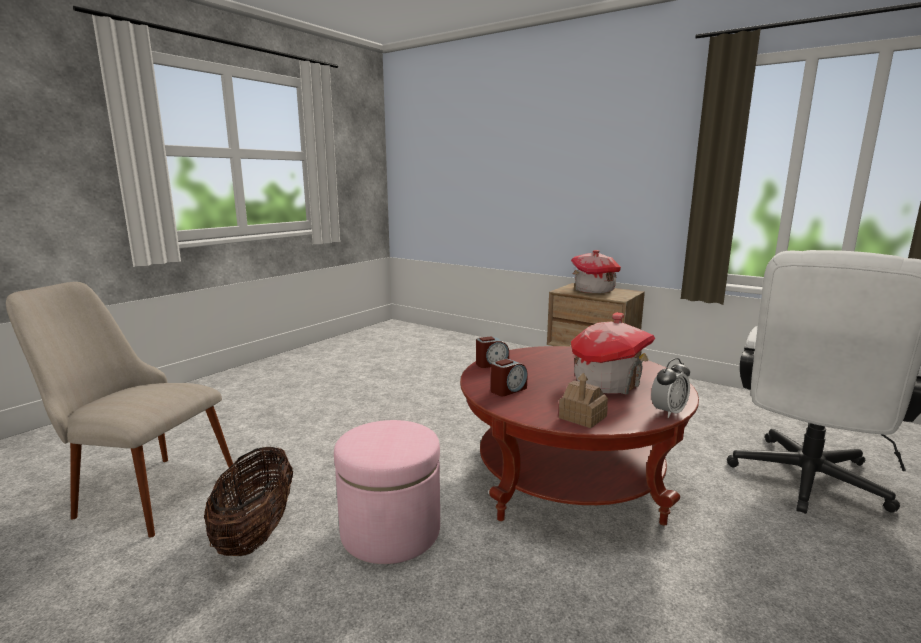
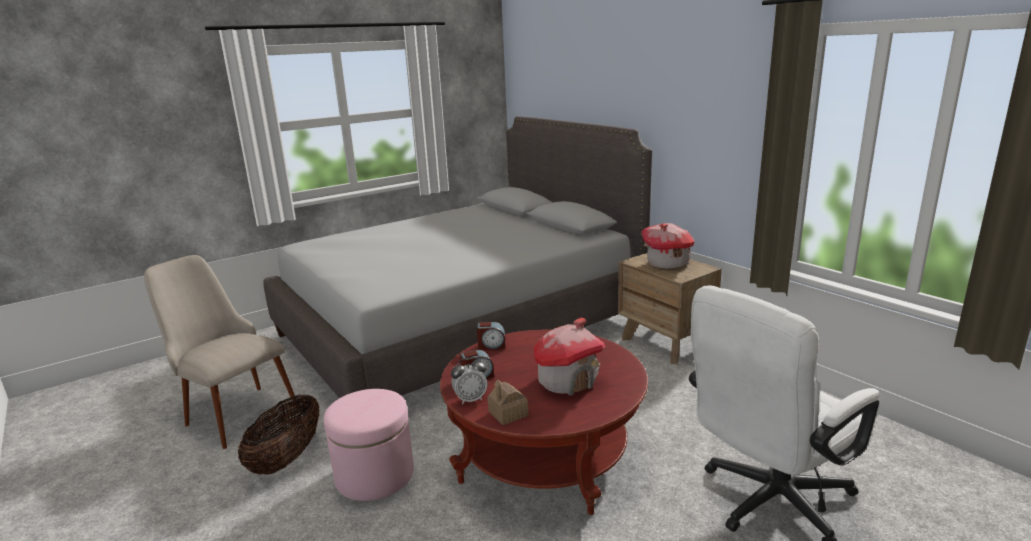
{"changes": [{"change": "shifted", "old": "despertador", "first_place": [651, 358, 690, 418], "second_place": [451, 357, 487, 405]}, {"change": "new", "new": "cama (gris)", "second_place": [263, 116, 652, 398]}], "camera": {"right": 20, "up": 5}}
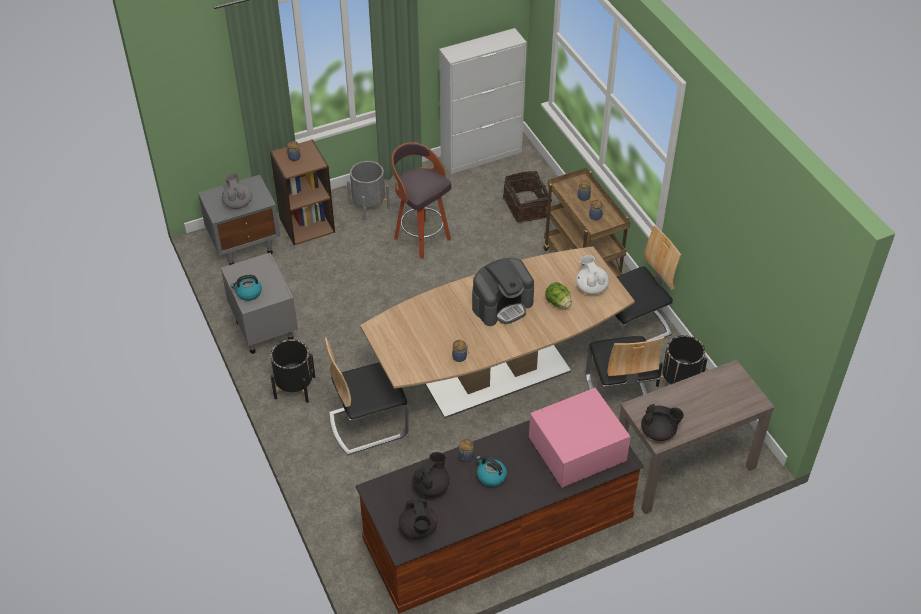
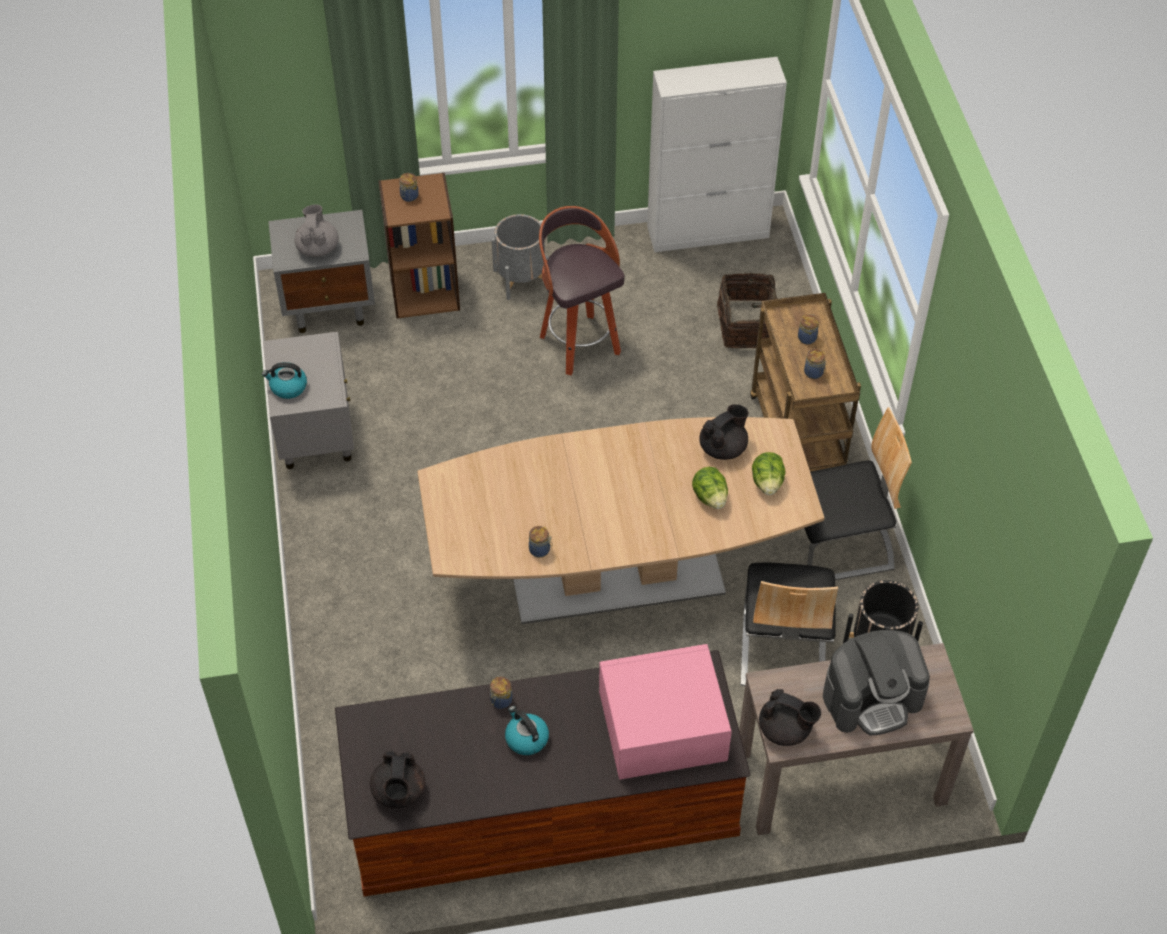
{"changes": [{"change": "swapped", "old": "tetera (blanco)", "new": "lechuga", "first_place": [576, 255, 609, 294], "second_place": [752, 452, 786, 495]}, {"change": "shifted", "old": "cafetera", "first_place": [472, 258, 534, 326], "second_place": [823, 630, 930, 735]}, {"change": "gone", "old": "silla", "first_place": [325, 337, 408, 456]}, {"change": "gone", "old": "maceta (negro)", "first_place": [270, 339, 315, 403]}, {"change": "shifted", "old": "tetera (negro)", "first_place": [412, 452, 450, 497], "second_place": [699, 404, 749, 460]}], "camera": {"right": 15, "up": 5}}
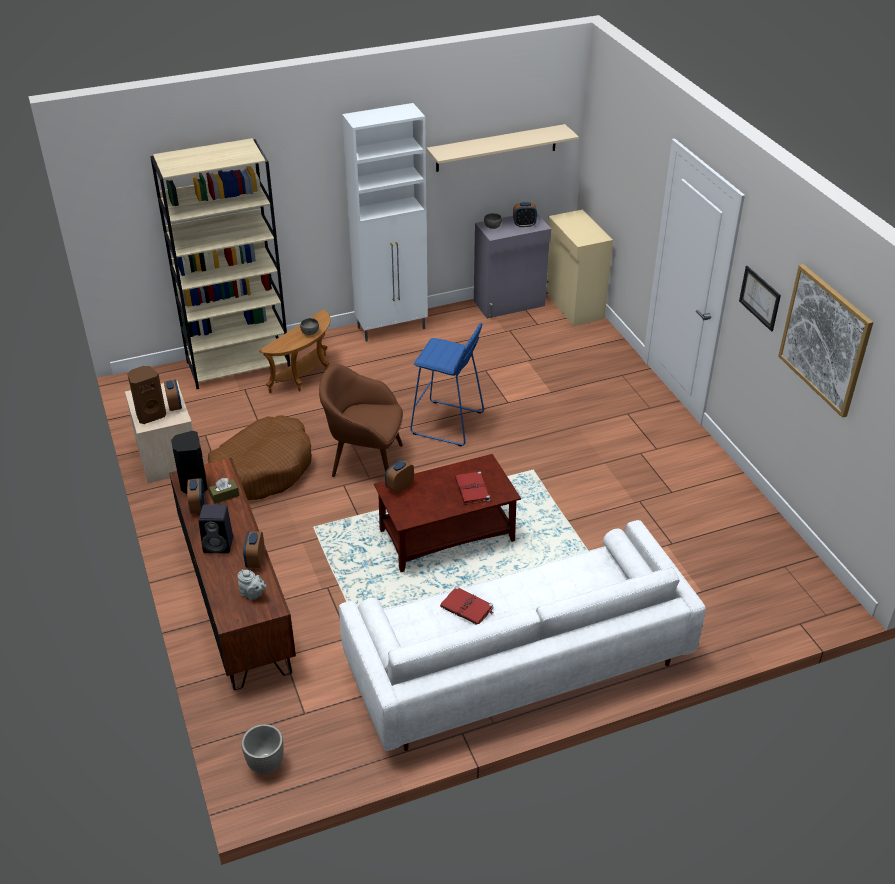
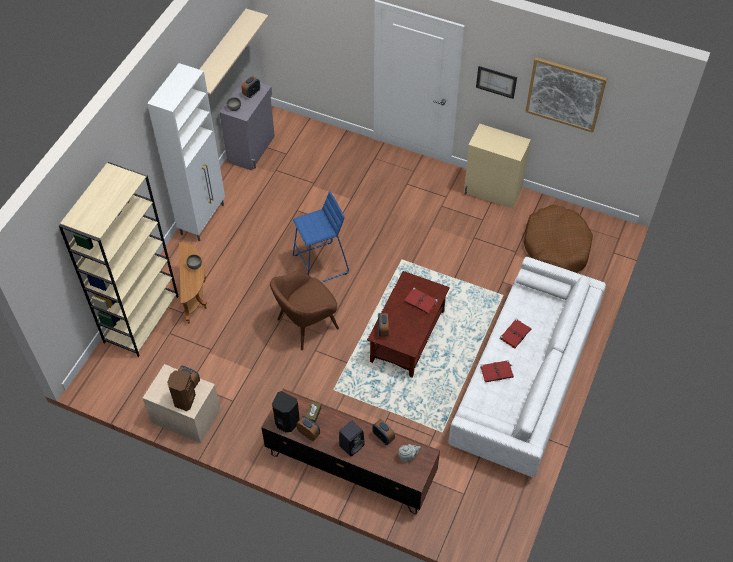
{"changes": [{"change": "shifted", "old": "armario (beis)", "first_place": [546, 210, 613, 326], "second_place": [464, 123, 531, 209]}, {"change": "shifted", "old": "cama para perro (marrón)", "first_place": [208, 415, 312, 500], "second_place": [524, 204, 593, 273]}, {"change": "gone", "old": "maceta", "first_place": [241, 724, 284, 774]}, {"change": "new", "new": "libro (rojo)", "second_place": [499, 319, 531, 348]}], "camera": {"right": -45, "up": 15}}
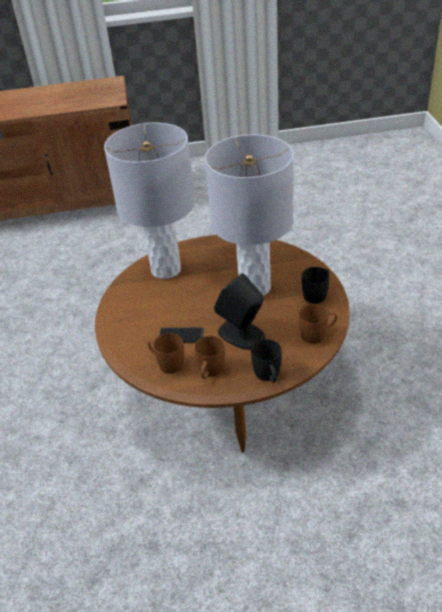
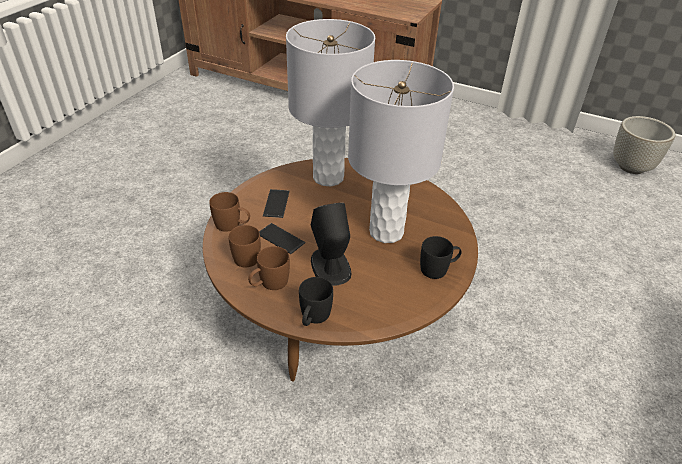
{"changes": [{"change": "shifted", "old": "taza grande (marrón)", "first_place": [299, 304, 337, 344], "second_place": [209, 192, 250, 232]}, {"change": "new", "new": "maceta (gris)", "second_place": [613, 116, 675, 174]}, {"change": "new", "new": "móvil", "second_place": [263, 189, 289, 218]}], "camera": {"right": 30, "up": 0}}
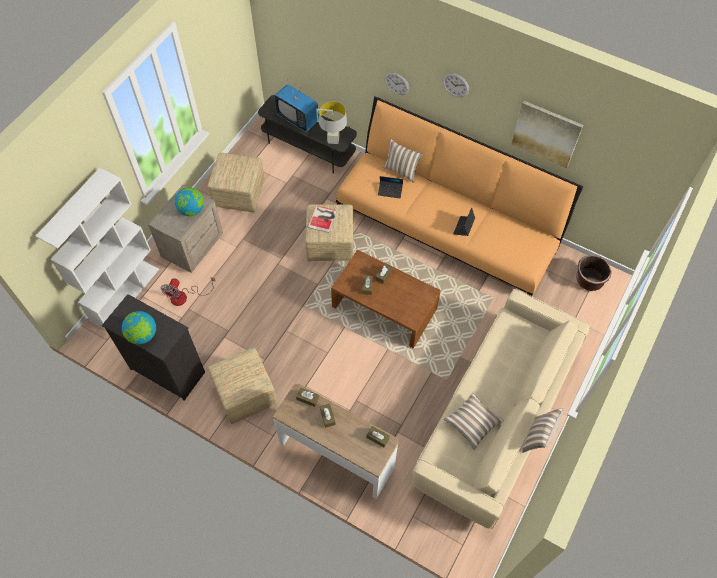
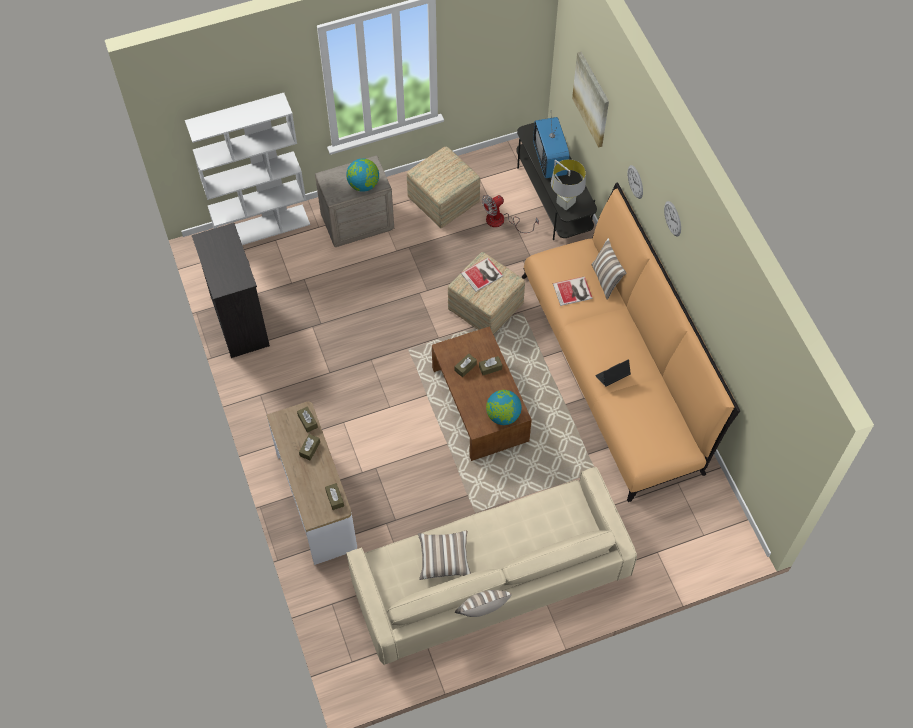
{"changes": [{"change": "shifted", "old": "cuadro", "first_place": [511, 101, 583, 168], "second_place": [572, 52, 609, 148]}, {"change": "swapped", "old": "portátil", "new": "libro", "first_place": [378, 176, 403, 198], "second_place": [553, 276, 593, 306]}, {"change": "gone", "old": "maceta (marrón)", "first_place": [576, 255, 612, 291]}, {"change": "shifted", "old": "ventilador", "first_place": [161, 277, 215, 306], "second_place": [482, 195, 539, 233]}, {"change": "shifted", "old": "globo terráqueo", "first_place": [122, 311, 156, 344], "second_place": [486, 390, 522, 425]}, {"change": "gone", "old": "puf", "first_place": [208, 348, 277, 424]}], "camera": {"right": 40, "up": 0}}
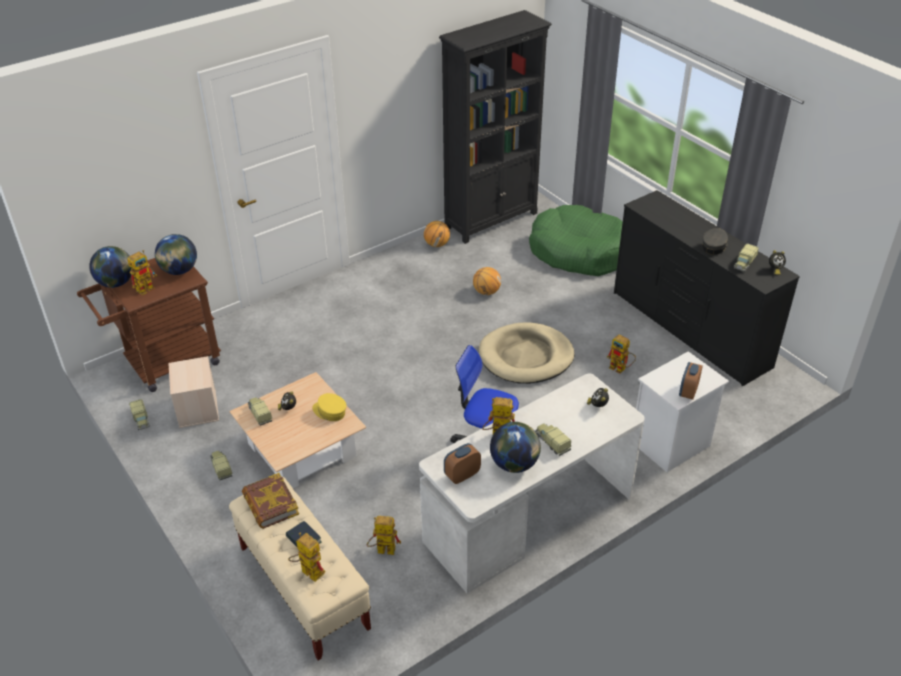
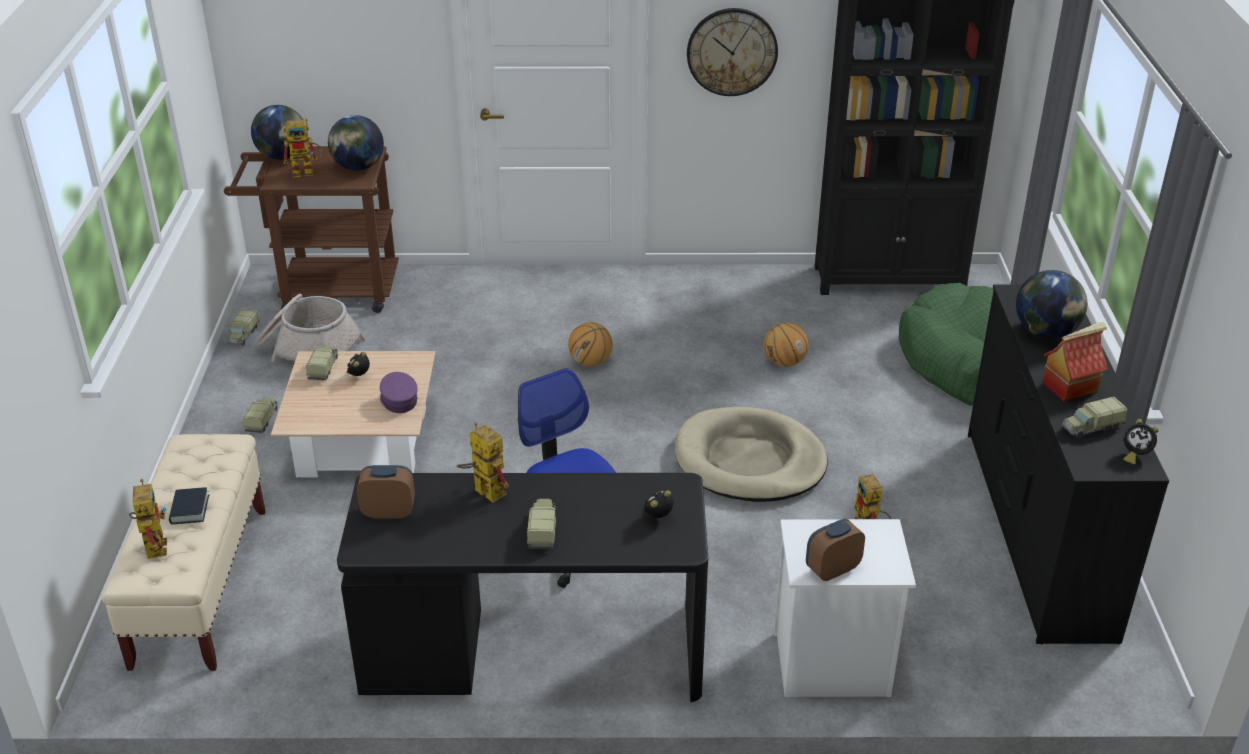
{"changes": [{"change": "shifted", "old": "balón de baloncesto", "first_place": [424, 221, 450, 247], "second_place": [568, 322, 613, 366]}, {"change": "swapped", "old": "gorra (gris)", "new": "casita", "first_place": [702, 228, 728, 255], "second_place": [1043, 322, 1108, 402]}, {"change": "swapped", "old": "caja de almacenaje (beis)", "new": "cesta", "first_place": [168, 356, 219, 428], "second_place": [255, 294, 366, 362]}, {"change": "repainted", "old": "escritorio (blanco)", "new": "escritorio (negro)", "first_place": [419, 374, 645, 594], "second_place": [337, 473, 708, 702]}, {"change": "repainted", "old": "gorra (amarillo)", "new": "gorra (morado)", "first_place": [312, 393, 346, 421], "second_place": [380, 372, 418, 413]}, {"change": "shifted", "old": "globo terráqueo", "first_place": [490, 422, 541, 473], "second_place": [1016, 270, 1087, 338]}, {"change": "gone", "old": "libro", "first_place": [242, 473, 299, 529]}, {"change": "gone", "old": "robot de juguete", "first_place": [367, 516, 401, 555]}, {"change": "new", "new": "reloj de pared", "second_place": [687, 8, 778, 96]}], "camera": {"right": 35, "up": -5}}
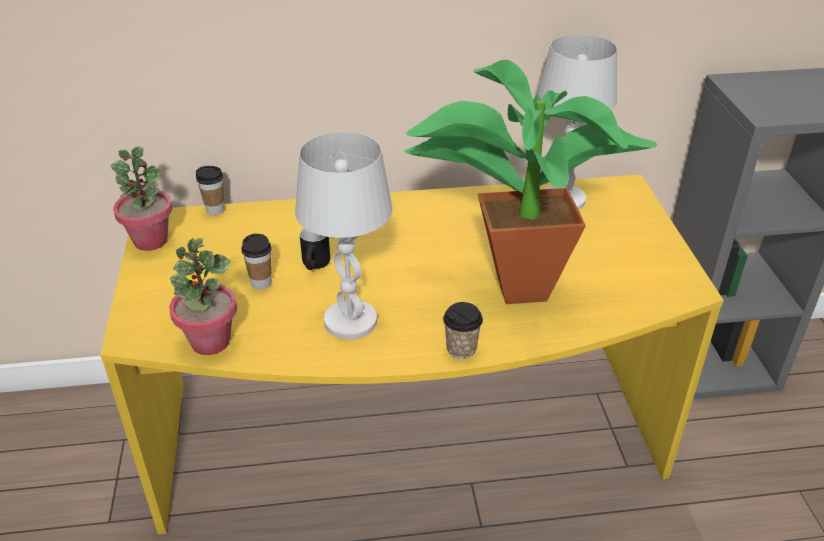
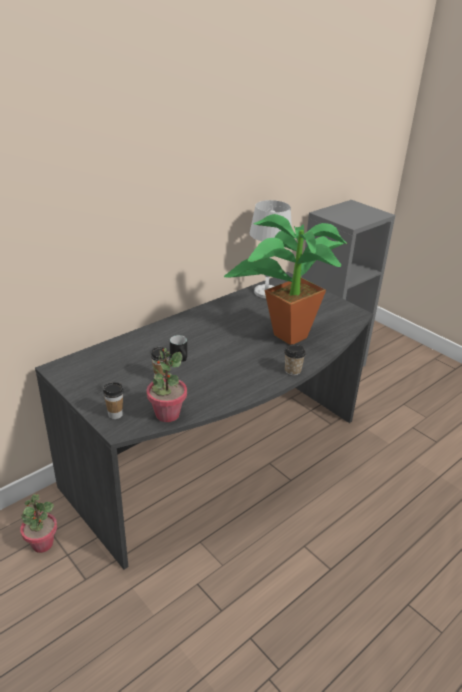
{"changes": [{"change": "gone", "old": "lámpara de mesa (blanco)", "first_place": [295, 132, 393, 340]}, {"change": "shifted", "old": "planta en maceta", "first_place": [110, 146, 173, 251], "second_place": [21, 494, 57, 553]}, {"change": "shifted", "old": "taza", "first_place": [196, 166, 225, 215], "second_place": [103, 382, 124, 419]}, {"change": "repainted", "old": "escritorio (amarillo)", "new": "escritorio (gris)", "first_place": [100, 175, 723, 535], "second_place": [35, 272, 373, 569]}], "camera": {"right": -35, "up": -5}}
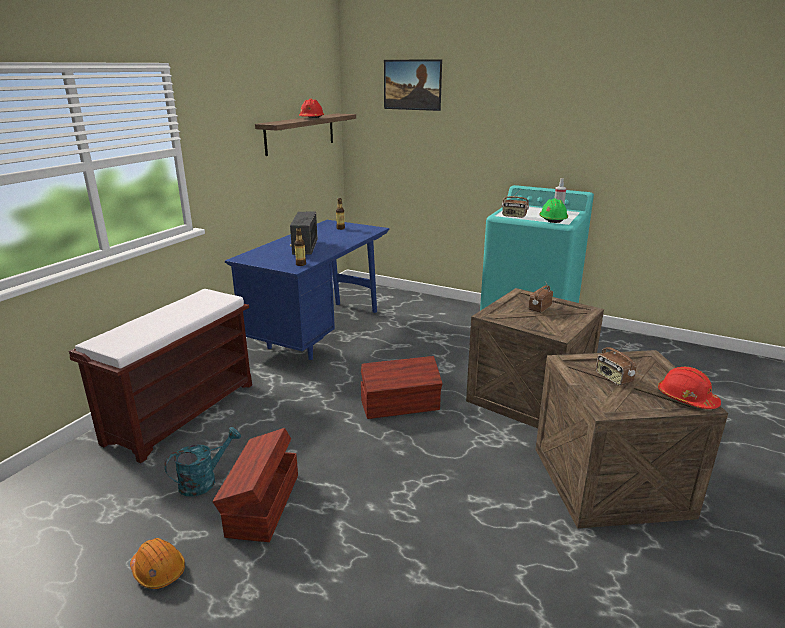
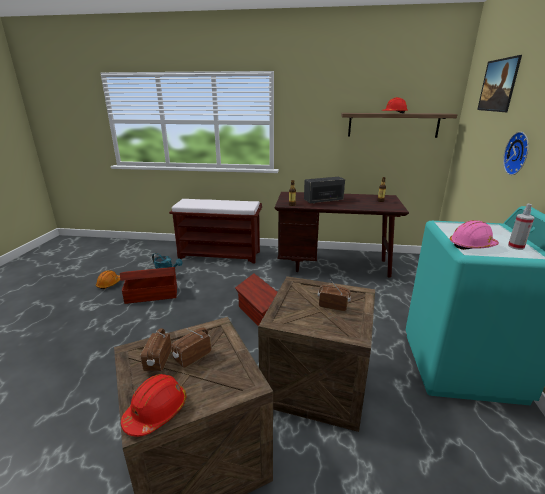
{"changes": [{"change": "shifted", "old": "radio", "first_place": [502, 188, 529, 218], "second_place": [141, 328, 172, 371]}, {"change": "repainted", "old": "casco (verde)", "new": "casco (rosa)", "first_place": [539, 198, 568, 223], "second_place": [449, 220, 499, 250]}, {"change": "repainted", "old": "escritorio (azul)", "new": "escritorio (marrón)", "first_place": [225, 220, 389, 360], "second_place": [275, 192, 409, 278]}, {"change": "new", "new": "reloj de pared", "second_place": [503, 132, 529, 175]}], "camera": {"right": 70, "up": 0}}
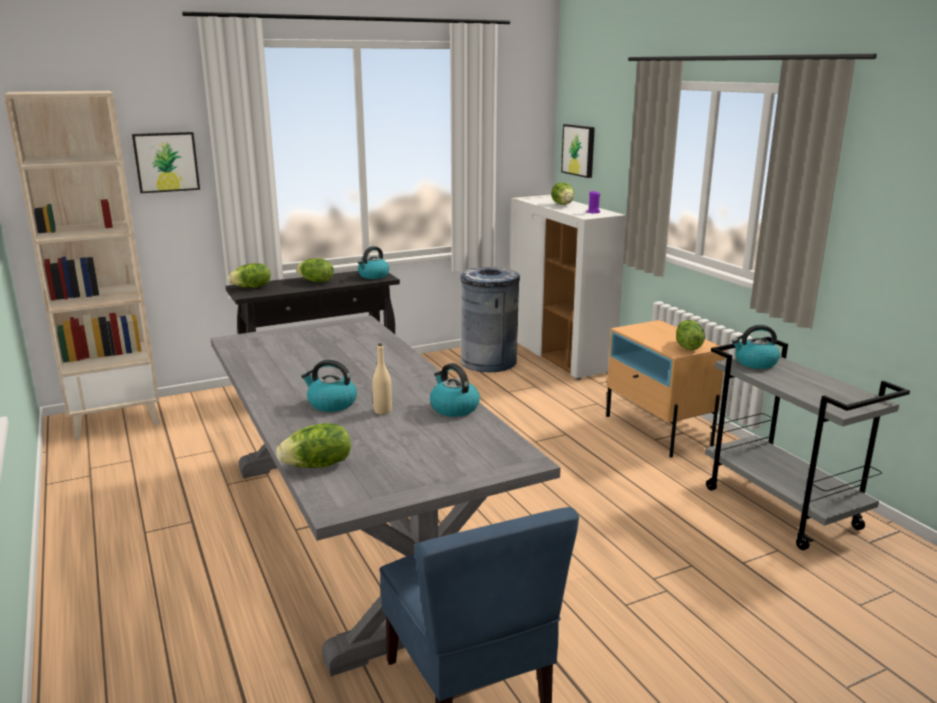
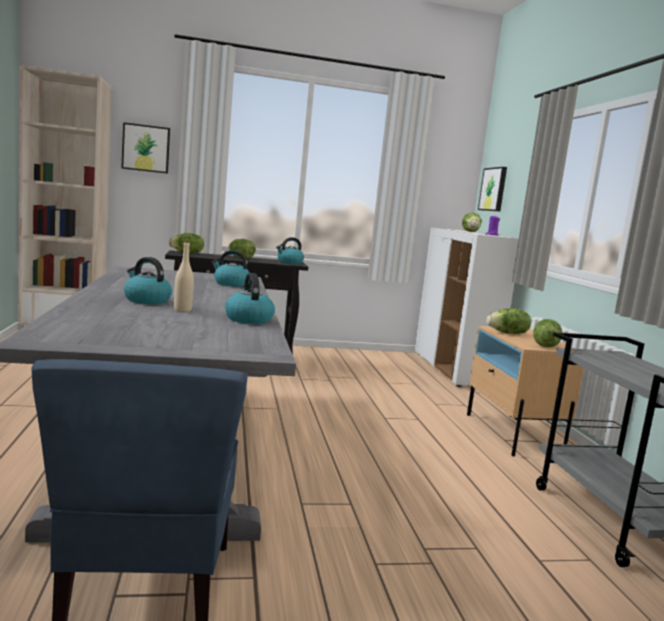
{"changes": [{"change": "gone", "old": "papelera (gris)", "first_place": [460, 267, 520, 372]}, {"change": "shifted", "old": "hervidor", "first_place": [732, 325, 780, 369], "second_place": [212, 250, 250, 287]}, {"change": "shifted", "old": "lechuga", "first_place": [276, 423, 351, 468], "second_place": [486, 308, 531, 334]}], "camera": {"right": 15, "up": -10}}
